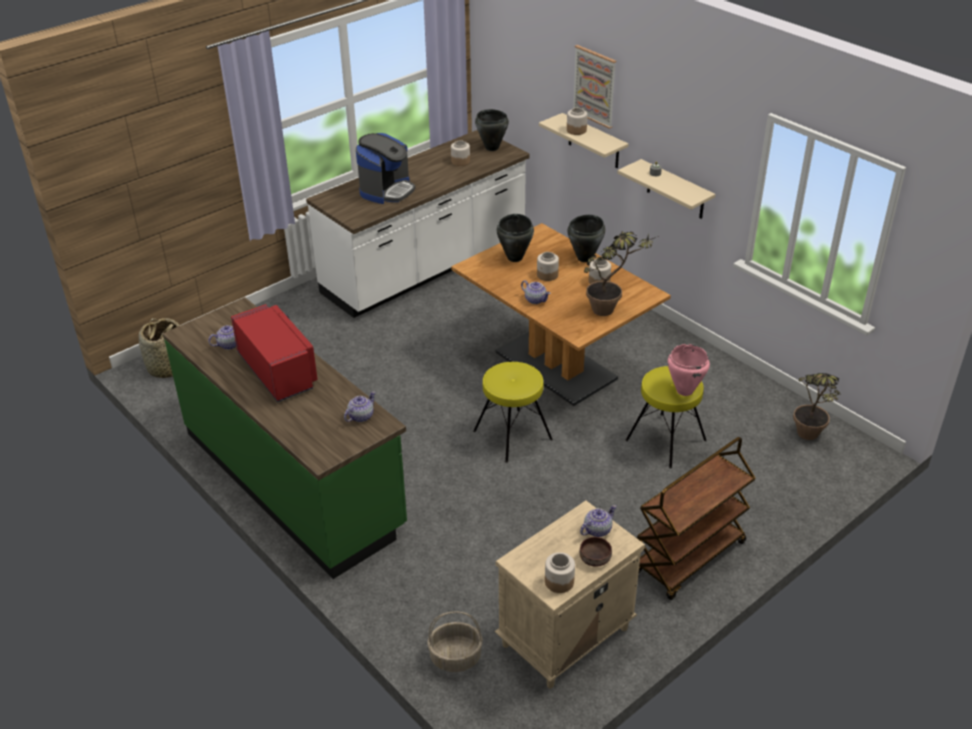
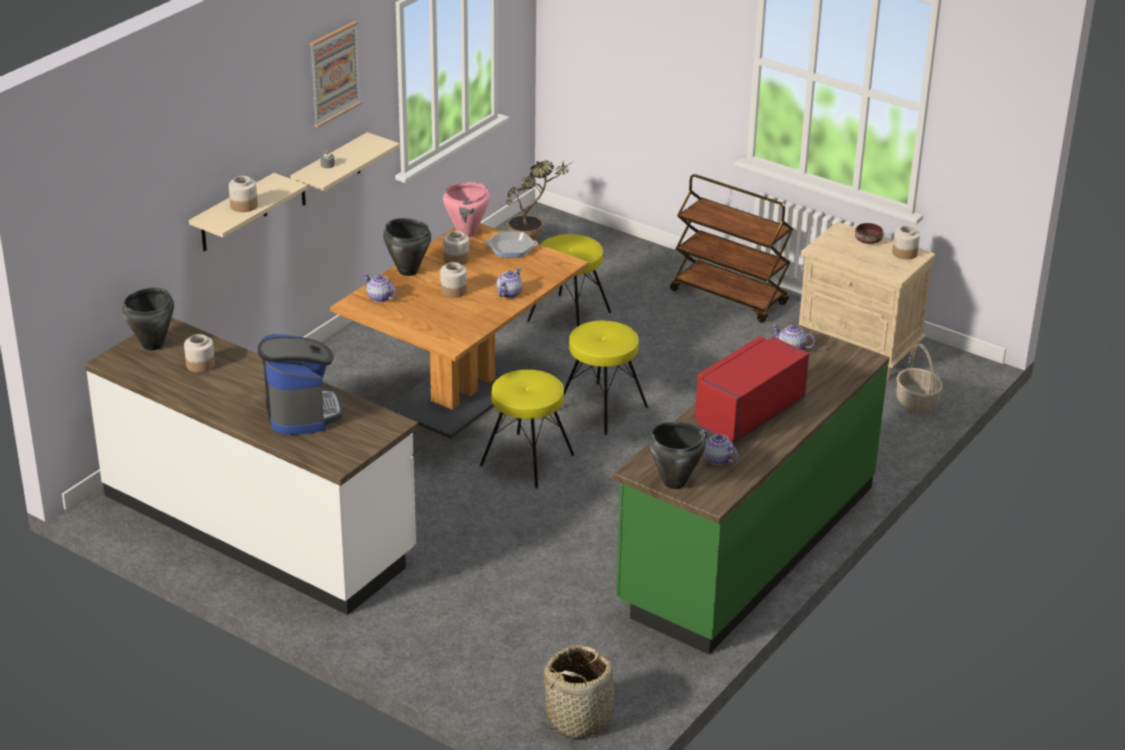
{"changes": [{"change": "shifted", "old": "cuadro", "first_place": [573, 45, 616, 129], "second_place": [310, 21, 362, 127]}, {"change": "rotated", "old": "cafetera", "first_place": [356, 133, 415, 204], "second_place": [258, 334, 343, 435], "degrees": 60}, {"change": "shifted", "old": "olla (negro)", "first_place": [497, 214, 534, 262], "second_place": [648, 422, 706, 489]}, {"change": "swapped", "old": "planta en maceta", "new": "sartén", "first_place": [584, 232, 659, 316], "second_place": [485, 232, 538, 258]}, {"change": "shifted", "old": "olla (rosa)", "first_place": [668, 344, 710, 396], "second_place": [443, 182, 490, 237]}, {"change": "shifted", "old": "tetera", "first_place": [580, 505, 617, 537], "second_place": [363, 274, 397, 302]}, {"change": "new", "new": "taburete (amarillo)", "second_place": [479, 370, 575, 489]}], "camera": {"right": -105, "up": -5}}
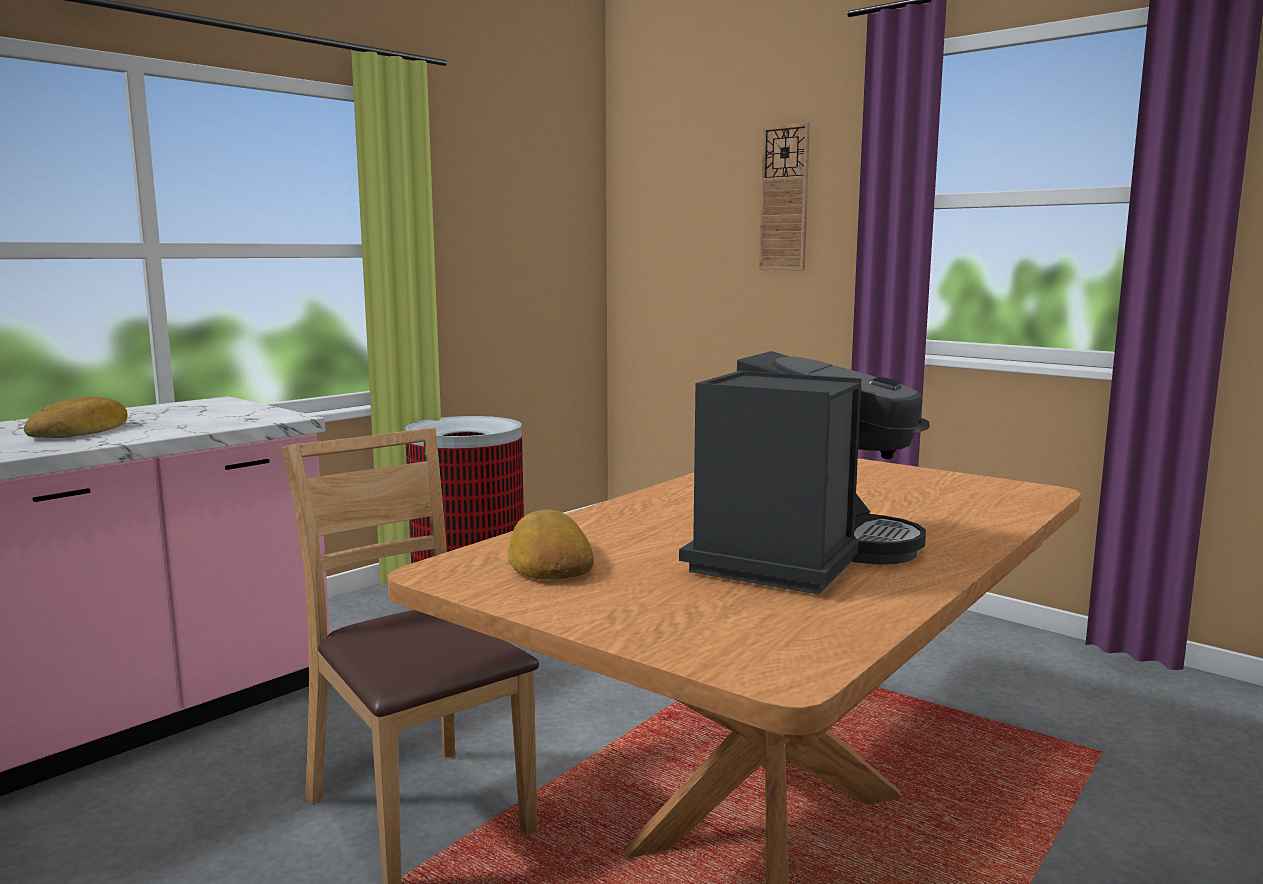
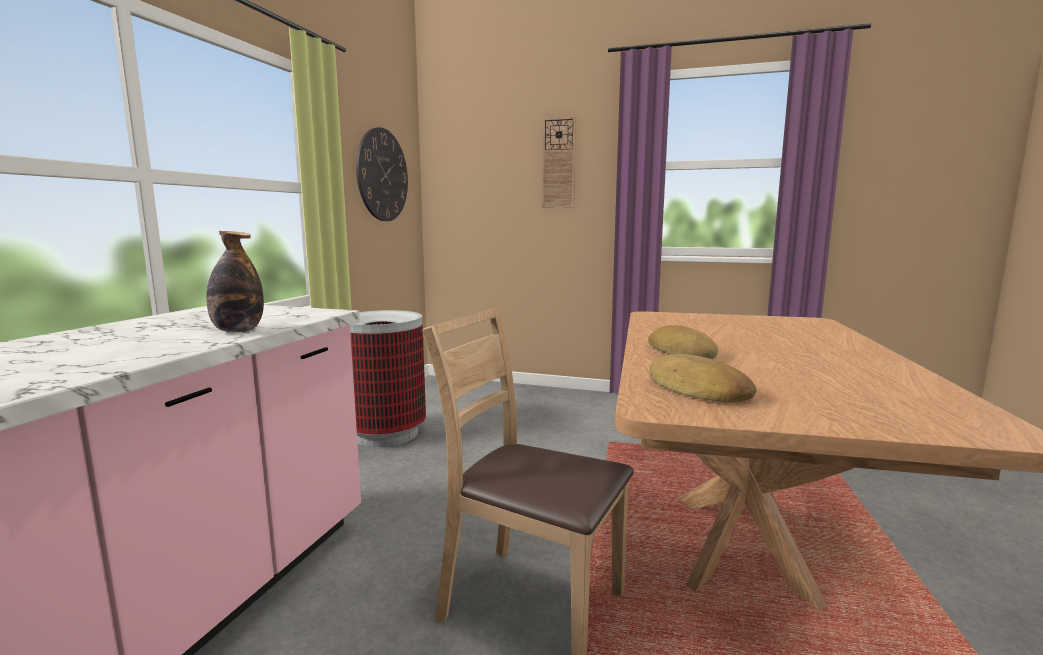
{"changes": [{"change": "gone", "old": "cafetera", "first_place": [679, 351, 930, 595]}, {"change": "shifted", "old": "pan", "first_place": [24, 397, 128, 438], "second_place": [648, 325, 718, 359]}, {"change": "new", "new": "reloj de pared", "second_place": [356, 127, 408, 221]}, {"change": "new", "new": "botella", "second_place": [206, 231, 264, 332]}], "camera": {"right": -25, "up": 0}}
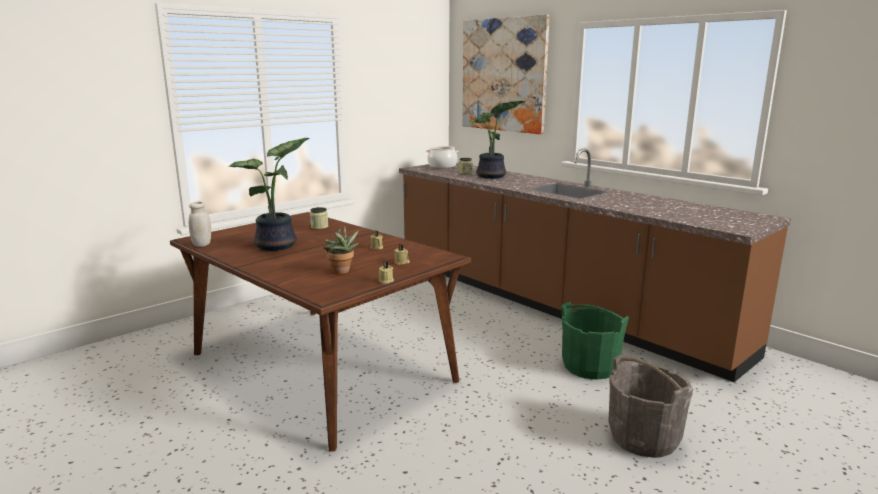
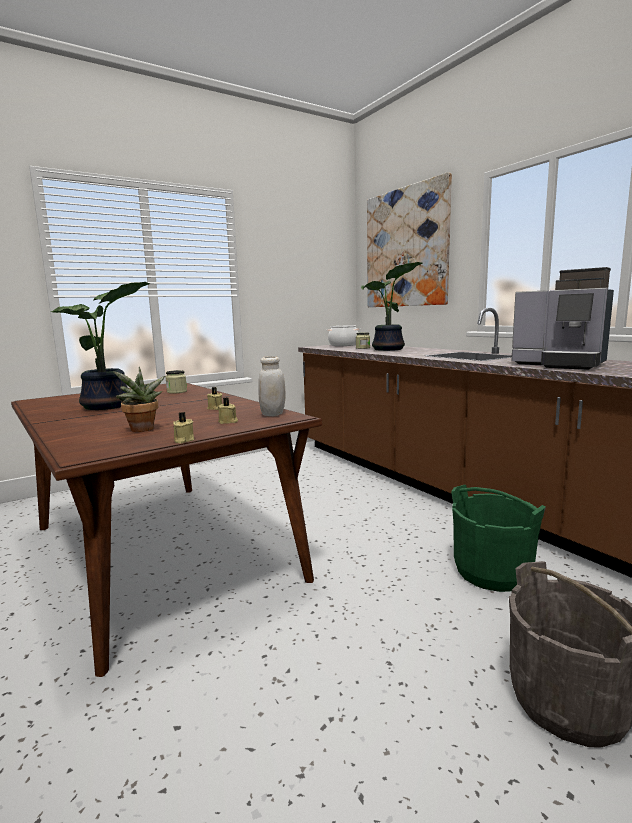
{"changes": [{"change": "shifted", "old": "tarro (blanco)", "first_place": [189, 201, 211, 247], "second_place": [258, 356, 285, 416]}, {"change": "new", "new": "cafetera", "second_place": [511, 267, 614, 370]}], "camera": {"right": 10, "up": -5}}
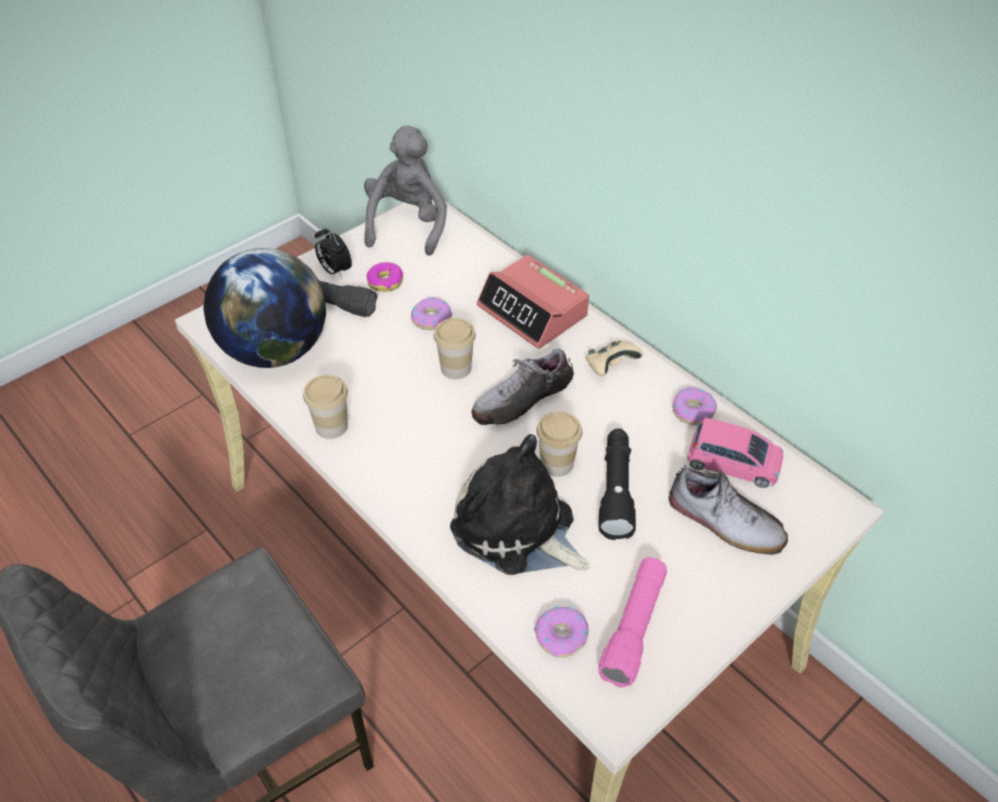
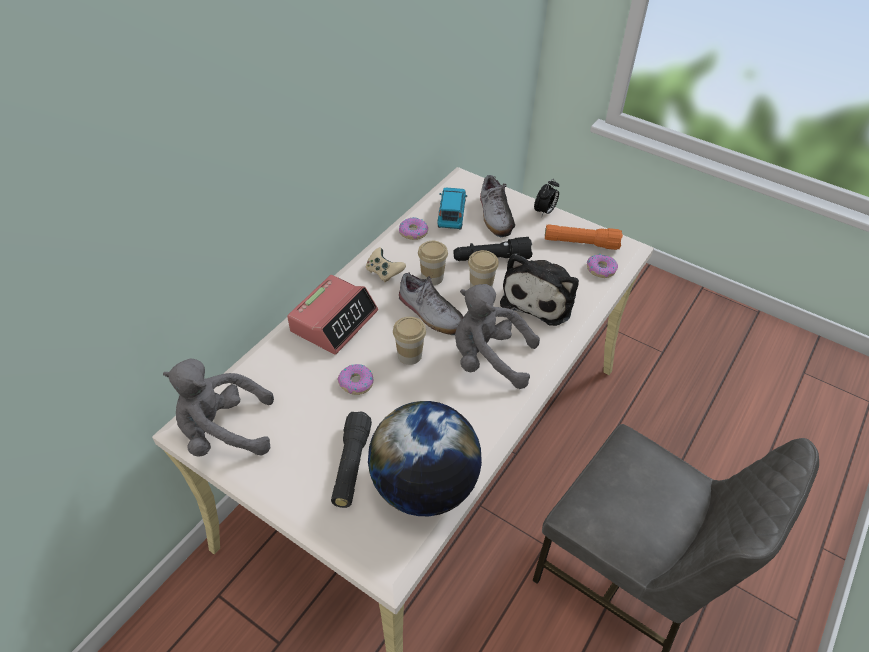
{"changes": [{"change": "shifted", "old": "despertador", "first_place": [315, 226, 352, 279], "second_place": [534, 179, 559, 216]}, {"change": "gone", "old": "rosquilla", "first_place": [367, 262, 403, 292]}, {"change": "shifted", "old": "taza", "first_place": [303, 375, 348, 439], "second_place": [418, 241, 448, 285]}, {"change": "repainted", "old": "coche de juguete (rosa)", "new": "coche de juguete (azul)", "first_place": [687, 418, 783, 488], "second_place": [437, 188, 467, 229]}, {"change": "rotated", "old": "zapato", "first_place": [668, 465, 788, 555], "second_place": [480, 175, 515, 237], "degrees": 150}, {"change": "repainted", "old": "linterna (rosa)", "new": "linterna (naranja)", "first_place": [598, 557, 667, 688], "second_place": [545, 224, 623, 250]}, {"change": "new", "new": "peluche (gris)", "second_place": [455, 284, 540, 389]}], "camera": {"right": -105, "up": 0}}
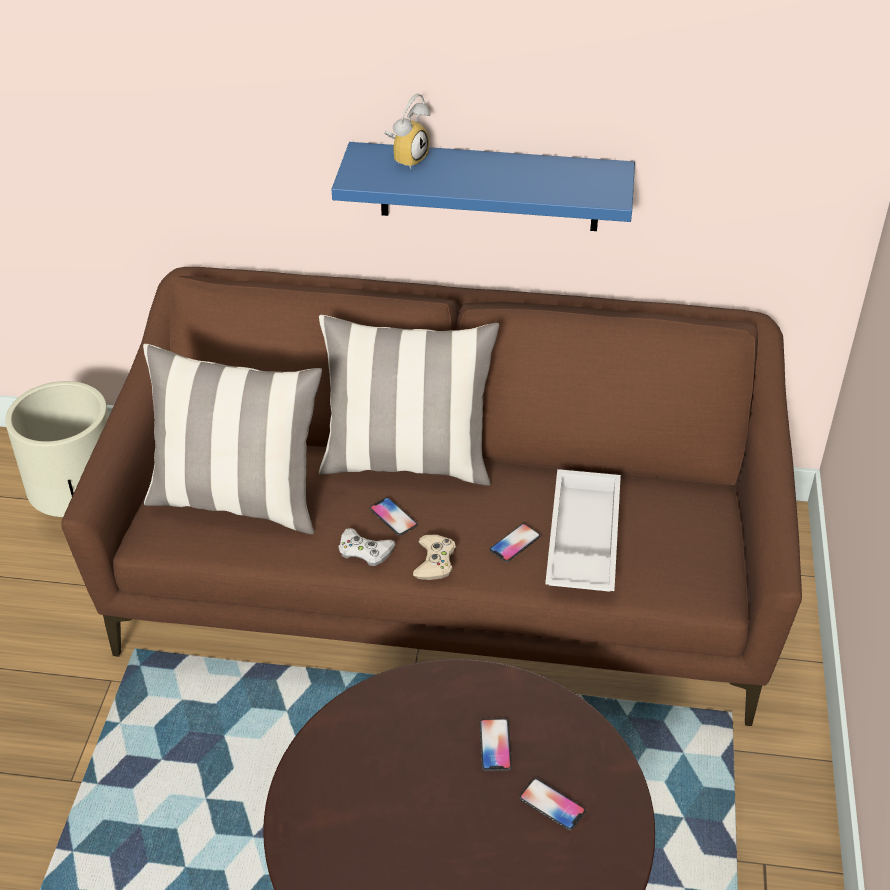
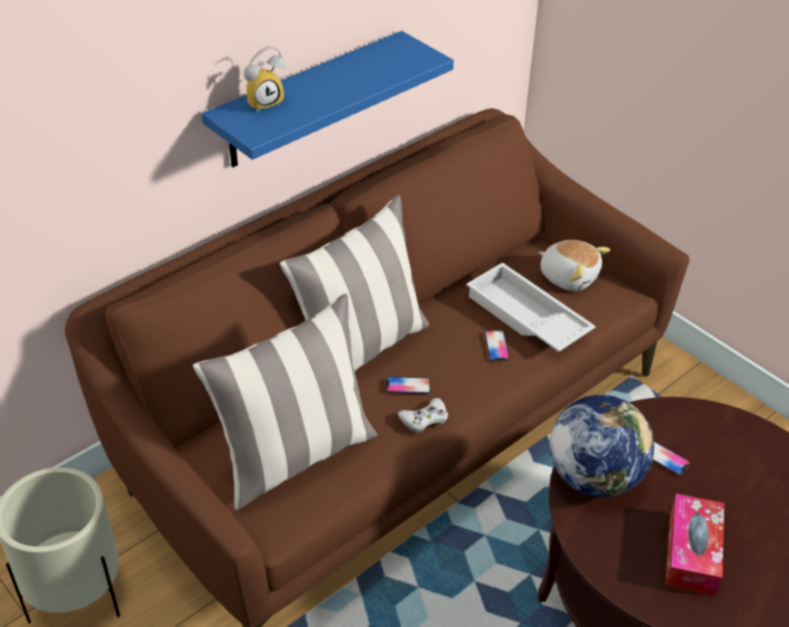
{"changes": [{"change": "rotated", "old": "despertador", "first_place": [384, 93, 430, 169], "second_place": [244, 46, 285, 112], "degrees": 75}, {"change": "gone", "old": "mando de consola (beis)", "first_place": [413, 534, 456, 580]}, {"change": "gone", "old": "móvil", "first_place": [519, 778, 586, 831]}, {"change": "new", "new": "peluche", "second_place": [539, 240, 610, 291]}, {"change": "new", "new": "globo terráqueo", "second_place": [550, 395, 654, 497]}, {"change": "new", "new": "caja de pañuelos", "second_place": [665, 494, 724, 596]}], "camera": {"right": -50, "up": 0}}
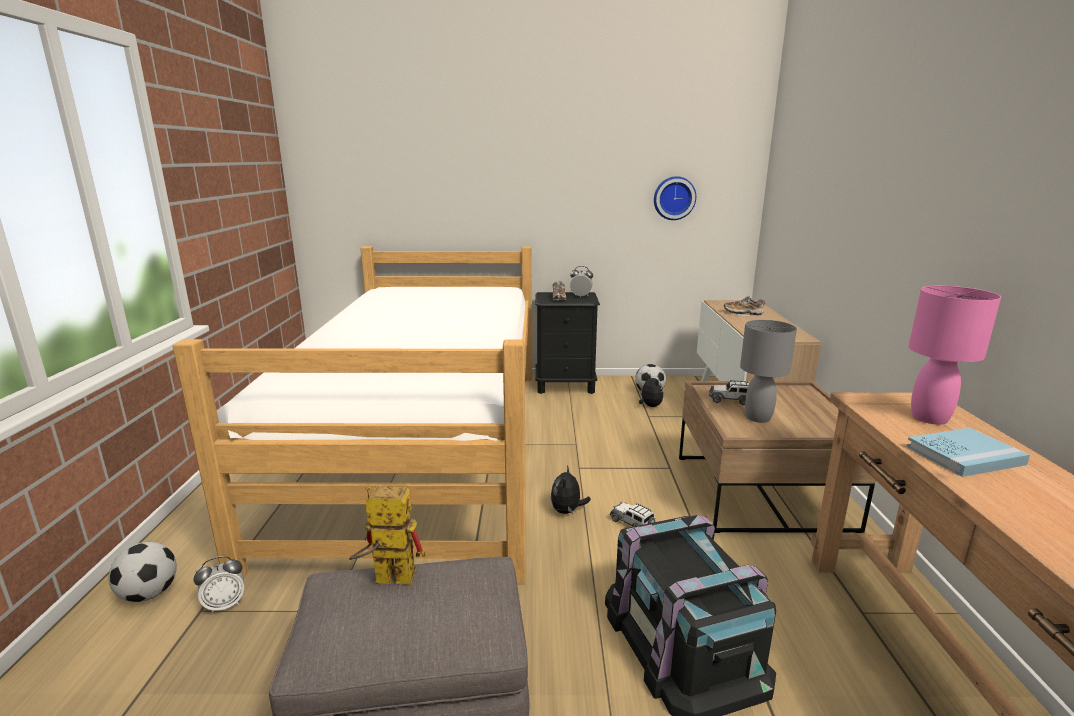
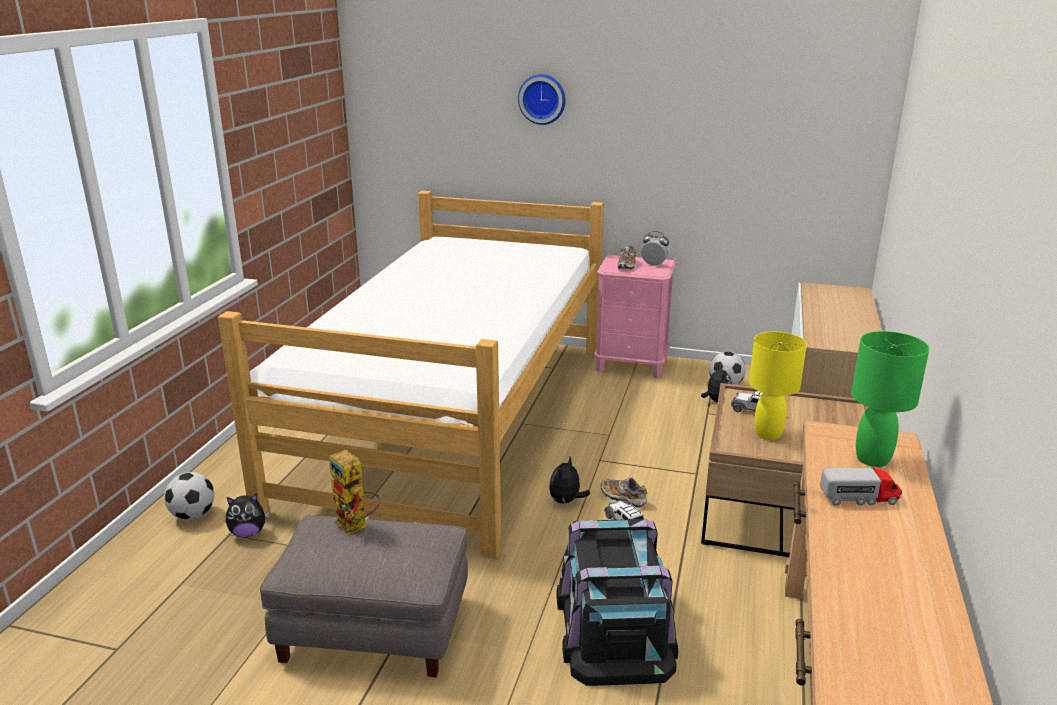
{"changes": [{"change": "shifted", "old": "reloj de pared", "first_place": [654, 176, 696, 220], "second_place": [518, 74, 566, 125]}, {"change": "repainted", "old": "lámpara de mesa (rosa)", "new": "lámpara de mesa (verde)", "first_place": [909, 285, 1001, 425], "second_place": [851, 331, 930, 467]}, {"change": "repainted", "old": "mesita de noche (negro)", "new": "mesita de noche (rosa)", "first_place": [535, 292, 600, 394], "second_place": [594, 255, 676, 379]}, {"change": "shifted", "old": "zapato", "first_place": [724, 296, 765, 316], "second_place": [601, 477, 647, 508]}, {"change": "repainted", "old": "lámpara de mesa (gris)", "new": "lámpara de mesa (amarillo)", "first_place": [740, 320, 797, 423], "second_place": [749, 332, 807, 440]}, {"change": "swapped", "old": "libro (azul)", "new": "camión de juguete", "first_place": [906, 428, 1030, 477], "second_place": [820, 468, 902, 506]}, {"change": "rotated", "old": "robot de juguete", "first_place": [349, 486, 426, 585], "second_place": [329, 450, 381, 535], "degrees": -150}, {"change": "swapped", "old": "despertador", "new": "peluche", "first_place": [193, 556, 244, 614], "second_place": [226, 493, 269, 537]}], "camera": {"right": 15, "up": 5}}
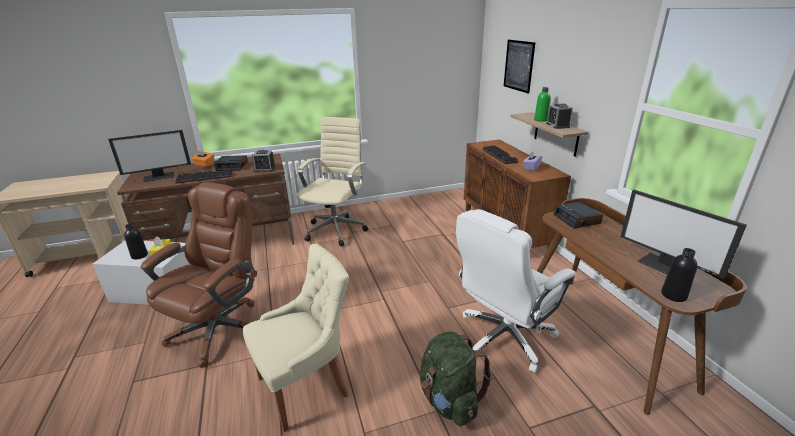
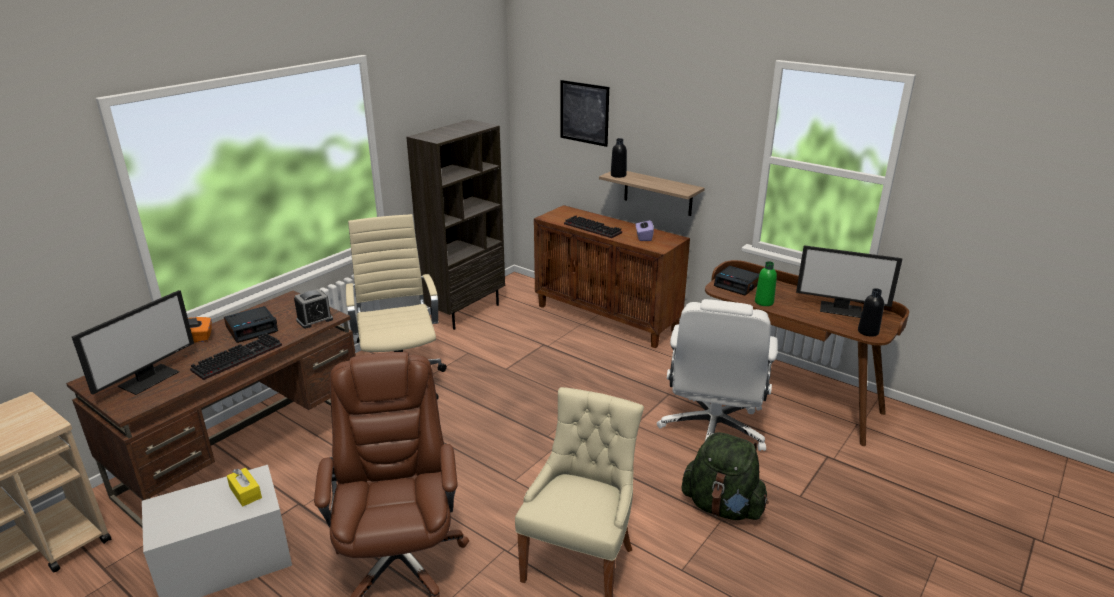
{"changes": [{"change": "shifted", "old": "botella (verde)", "first_place": [534, 87, 551, 122], "second_place": [755, 261, 777, 306]}, {"change": "gone", "old": "despertador", "first_place": [546, 104, 573, 129]}, {"change": "shifted", "old": "botella (negro)", "first_place": [124, 224, 148, 259], "second_place": [611, 138, 627, 178]}, {"change": "new", "new": "estantería (marrón)", "second_place": [406, 120, 505, 330]}], "camera": {"right": -35, "up": 0}}
